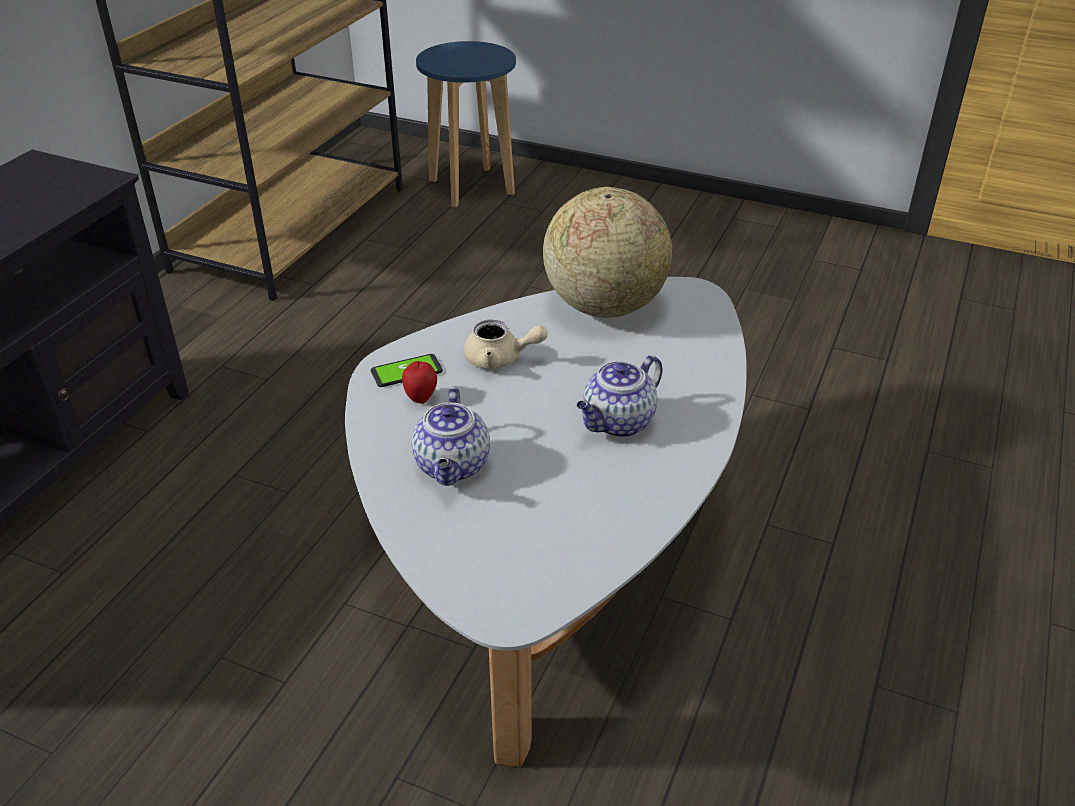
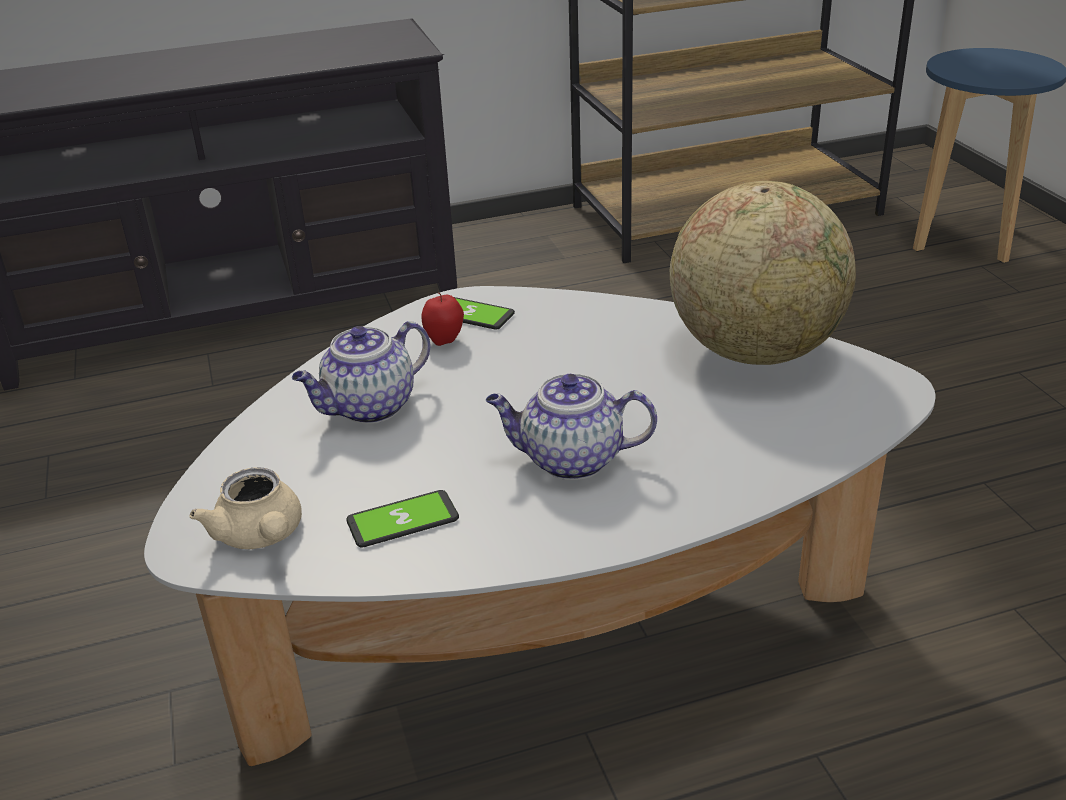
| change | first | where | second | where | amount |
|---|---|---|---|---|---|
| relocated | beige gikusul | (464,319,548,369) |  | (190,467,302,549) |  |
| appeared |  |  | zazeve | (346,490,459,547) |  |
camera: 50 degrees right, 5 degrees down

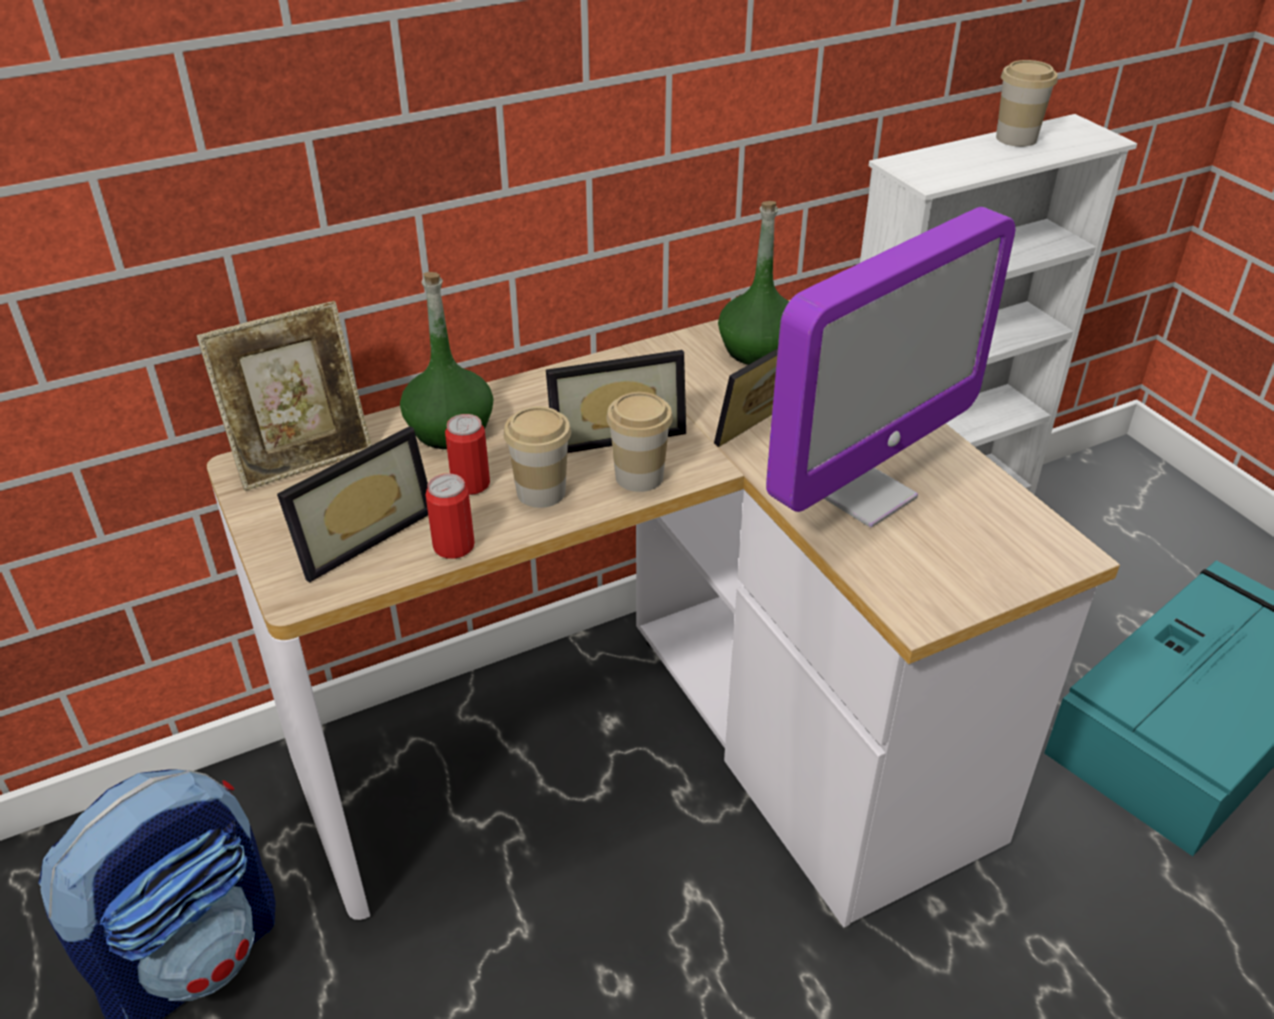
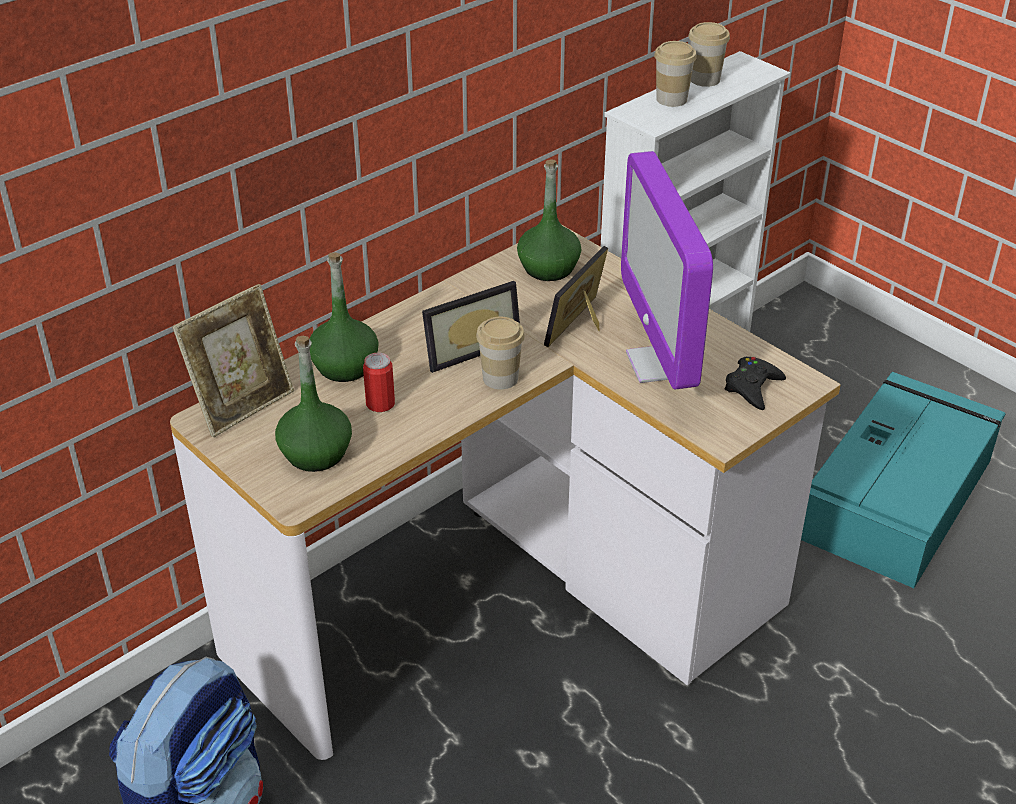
| change | first | where | second | where | amount |
|---|---|---|---|---|---|
| exchanged | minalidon | (277,426,428,582) | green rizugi | (275,336,352,472) |  |
| missing | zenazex | (426,473,475,559) |  |  |  |
| relocated | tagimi | (503,406,571,508) |  | (654,41,697,107) |  |
| spun | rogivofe | (766,207,1015,527) |  | (621,151,713,390) | 135 degrees clockwise |
| appeared |  |  | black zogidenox | (724,357,786,410) |  |
camera: 15 degrees left, 0 degrees up

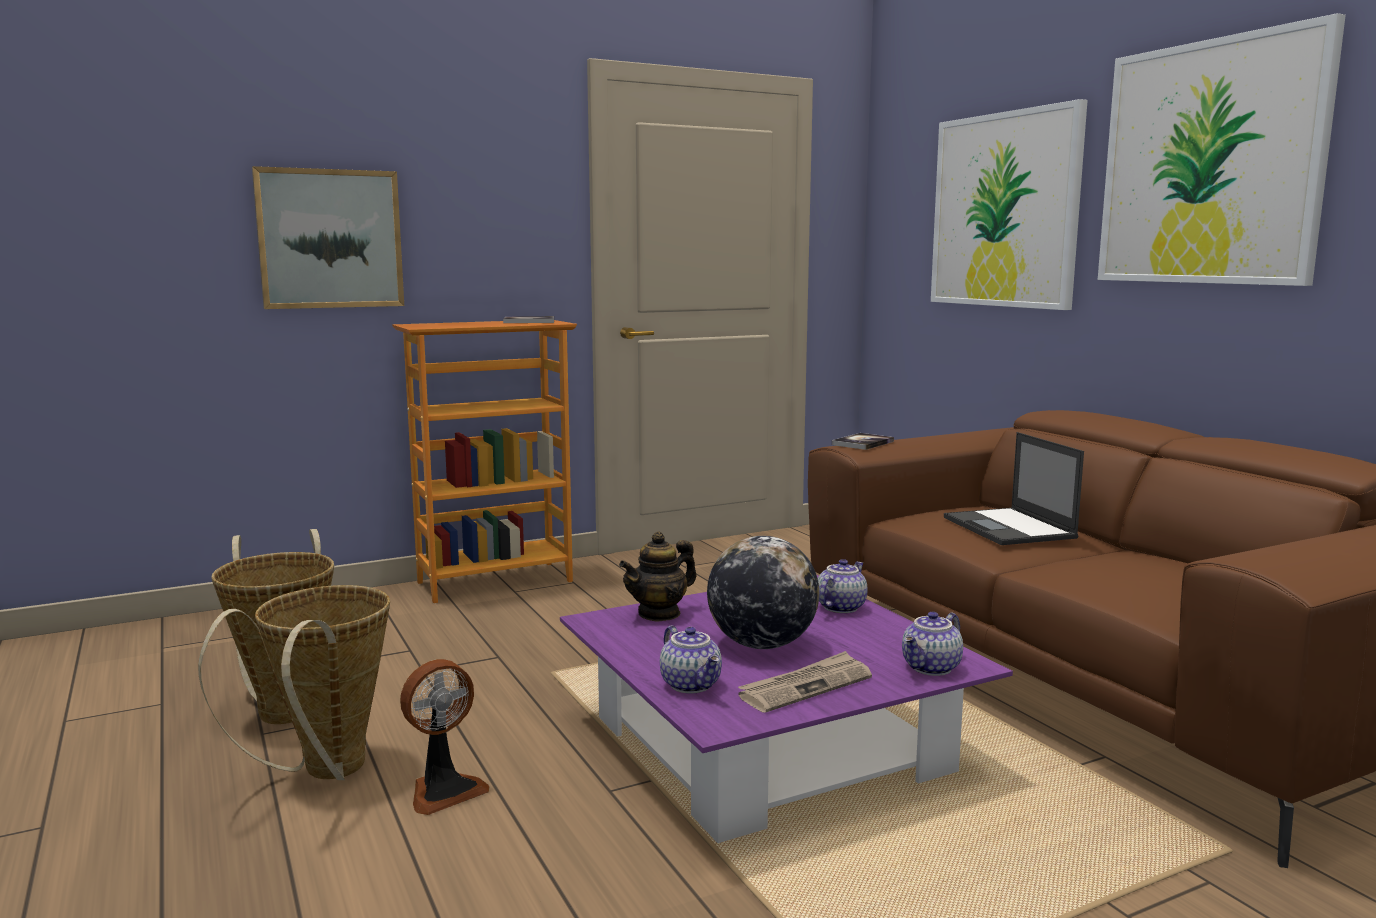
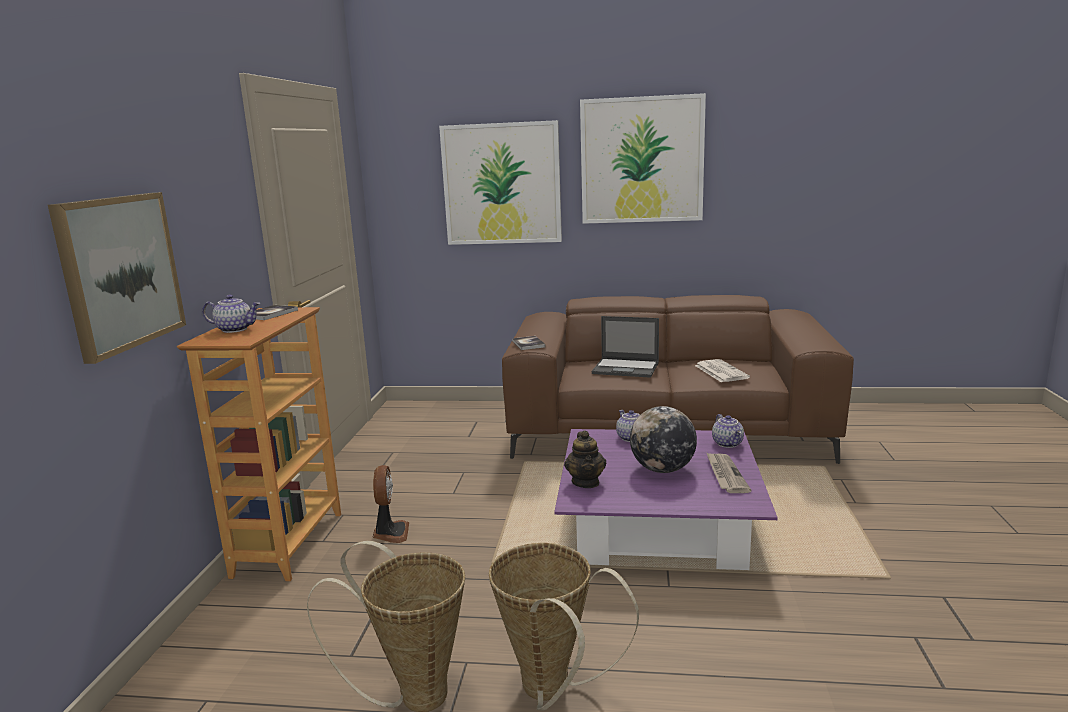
| change | first | where | second | where | amount |
|---|---|---|---|---|---|
| relocated | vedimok | (400,659,489,815) |  | (372,465,409,543) |  |
| relocated | gikusul | (660,625,722,694) |  | (202,295,260,333) |  |
| appeared |  |  | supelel | (695,359,750,382) |  |
camera: 55 degrees left, 5 degrees up

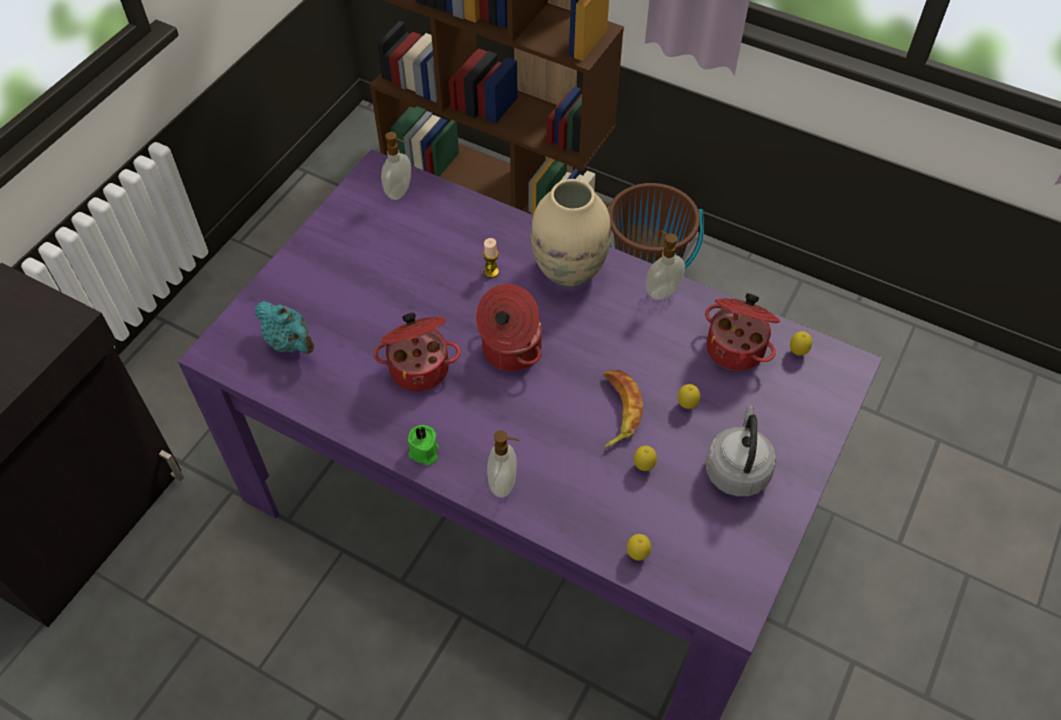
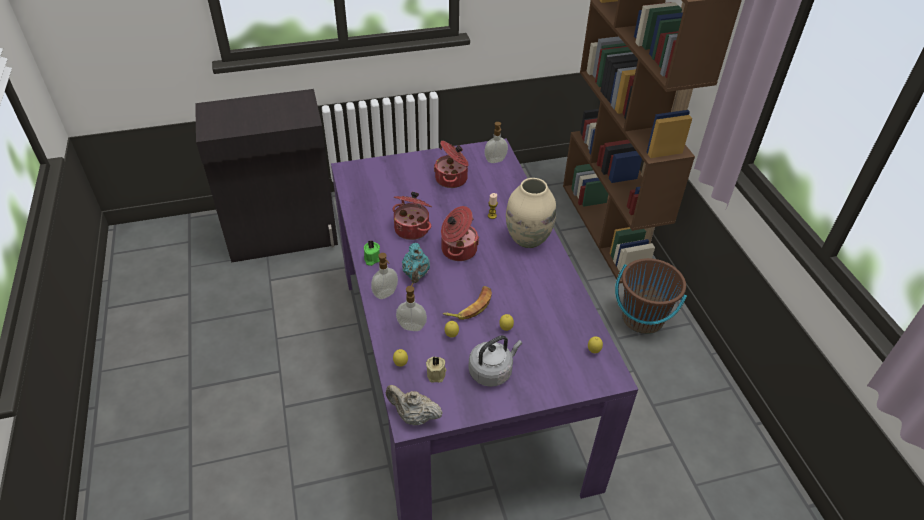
| change | first | where | second | where | amount |
|---|---|---|---|---|---|
| relocated | turquoise gikusul | (255,301,314,354) |  | (402,243,430,283) |  |
| relocated | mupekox | (646,230,685,300) |  | (396,283,427,331) |  |
| relocated | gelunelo | (705,293,780,371) |  | (434,141,469,188) |  |
| appeared |  |  | beige gikusul | (386,385,443,425) |  |
| appeared |  |  | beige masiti | (426,356,446,383) |  |
camera: 45 degrees right, 10 degrees down

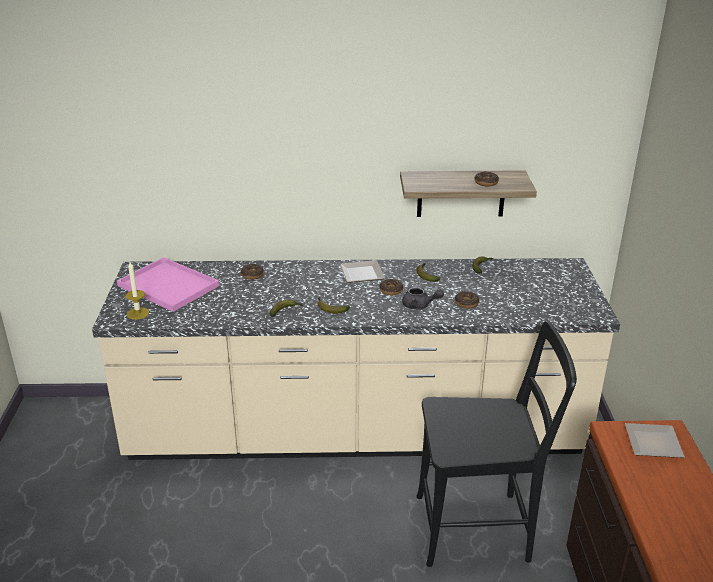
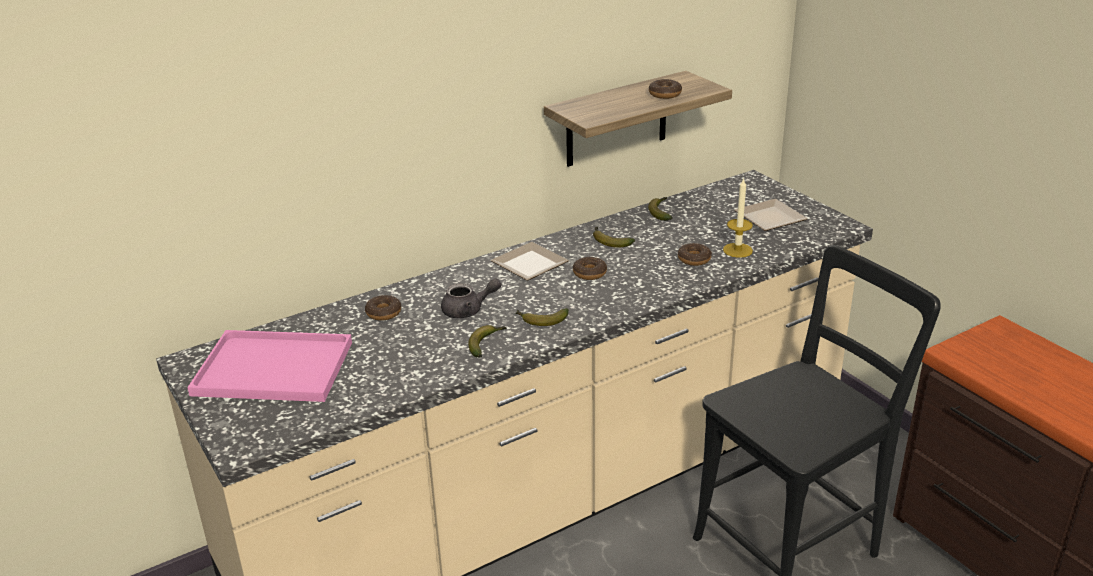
| change | first | where | second | where | amount |
|---|---|---|---|---|---|
| relocated | masiti | (125,262,149,320) |  | (723,178,753,258) |  |
| relocated | grey gikusul | (402,286,444,310) |  | (441,278,501,318) |  |
| relocated | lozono | (625,423,685,458) |  | (734,199,808,231) |  |
camera: 30 degrees left, 0 degrees up

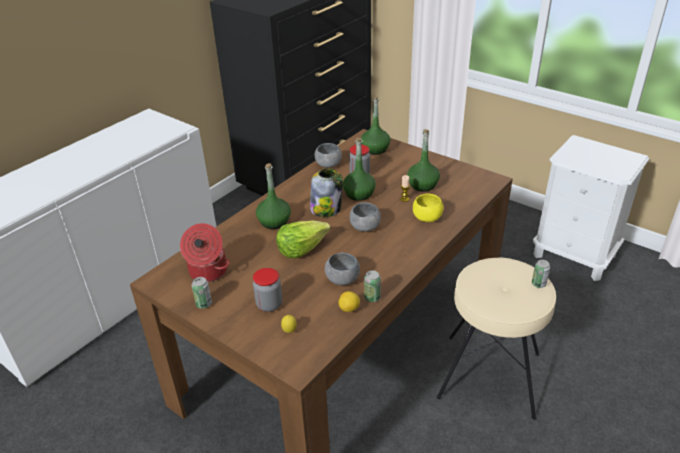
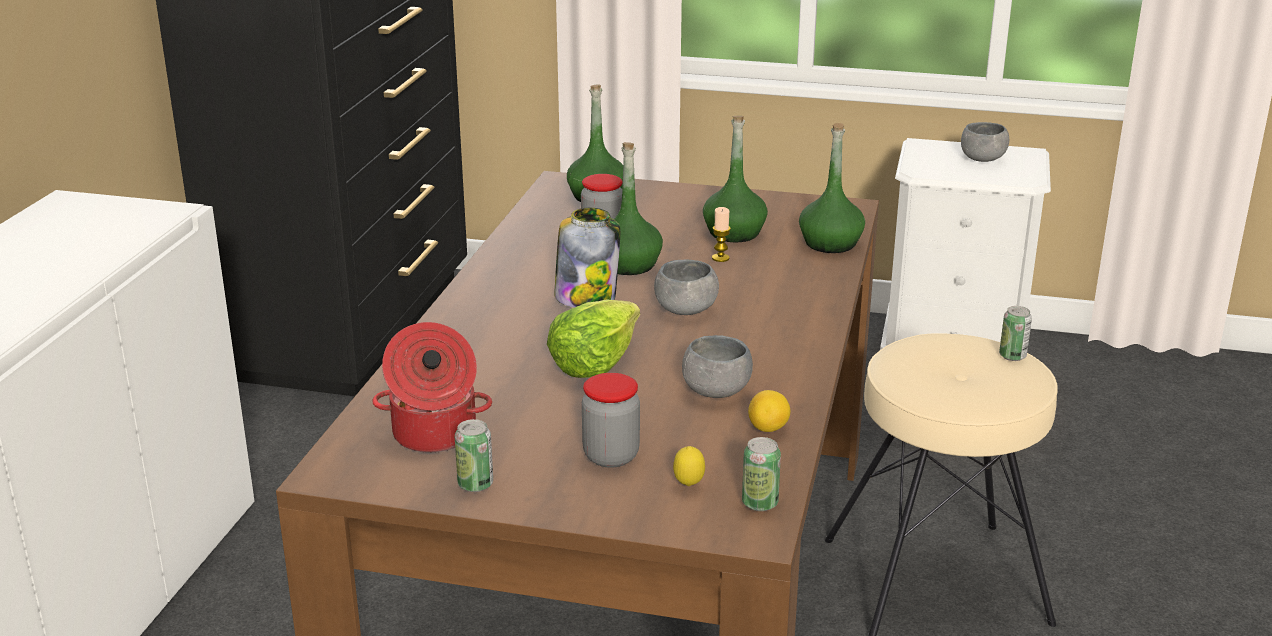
| change | first | where | second | where | amount |
|---|---|---|---|---|---|
| relocated | green rizugi | (256,163,291,229) |  | (799,123,865,253) |  |
| relocated | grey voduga | (315,143,342,168) |  | (961,122,1009,162) |  |
| relocated | zenazex | (364,270,381,302) |  | (742,437,781,511) |  |
| missing | yellow voduga | (413,193,444,222) |  |  |  |
camera: 25 degrees left, 10 degrees down

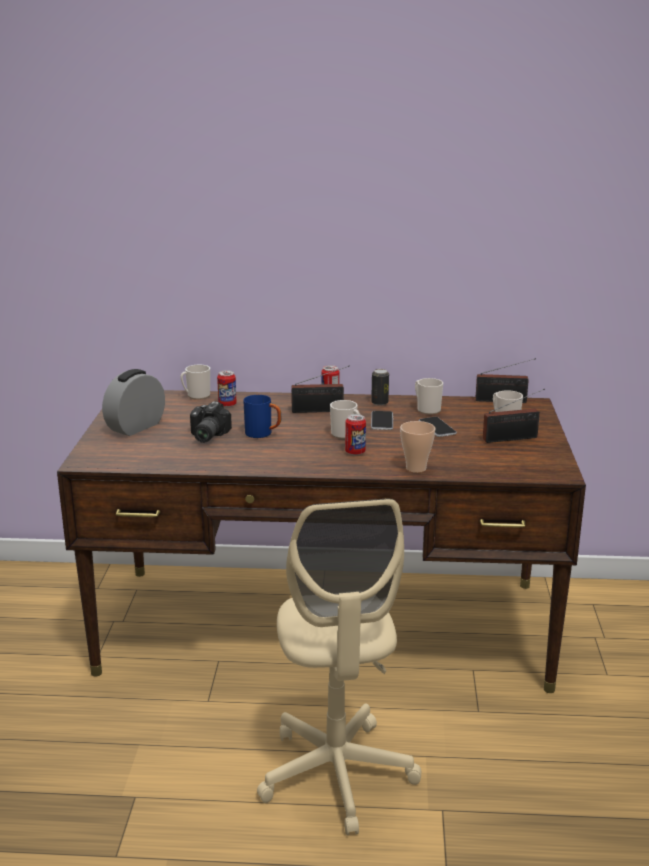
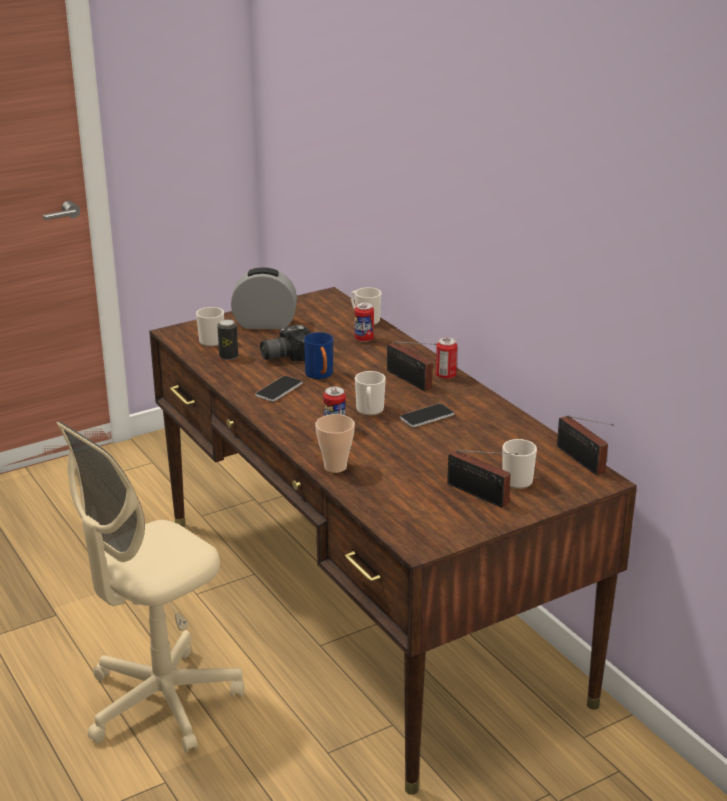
| change | first | where | second | where | amount |
|---|---|---|---|---|---|
| relocated | zenazex | (371,369,389,406) |  | (217,319,238,360) |  |
| relocated | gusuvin | (415,378,443,415) |  | (196,307,224,347) |  |
| relocated | zazeve | (419,417,457,437) |  | (255,376,303,402) |  |
camera: 55 degrees right, 5 degrees up

